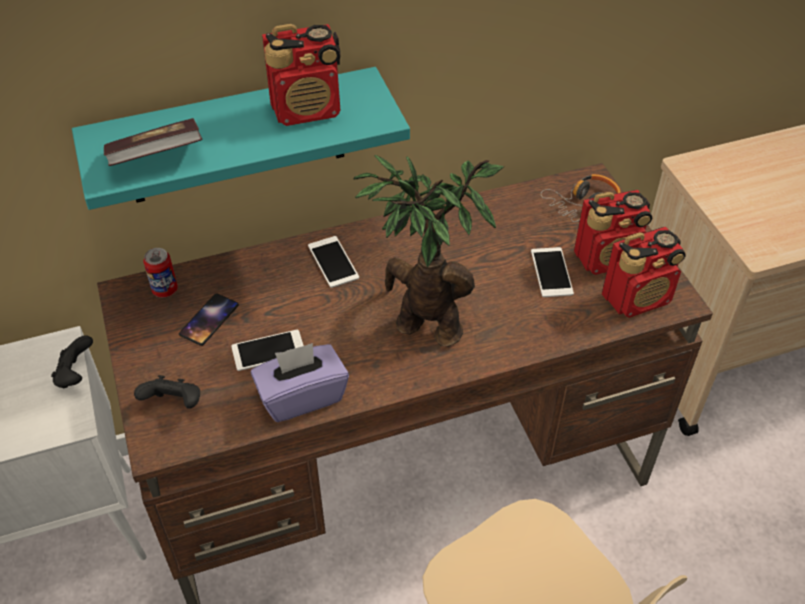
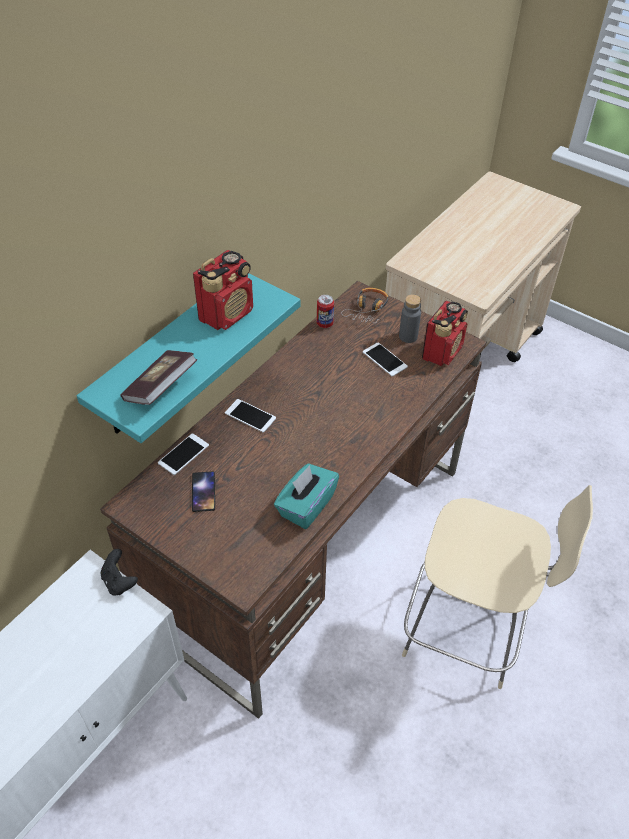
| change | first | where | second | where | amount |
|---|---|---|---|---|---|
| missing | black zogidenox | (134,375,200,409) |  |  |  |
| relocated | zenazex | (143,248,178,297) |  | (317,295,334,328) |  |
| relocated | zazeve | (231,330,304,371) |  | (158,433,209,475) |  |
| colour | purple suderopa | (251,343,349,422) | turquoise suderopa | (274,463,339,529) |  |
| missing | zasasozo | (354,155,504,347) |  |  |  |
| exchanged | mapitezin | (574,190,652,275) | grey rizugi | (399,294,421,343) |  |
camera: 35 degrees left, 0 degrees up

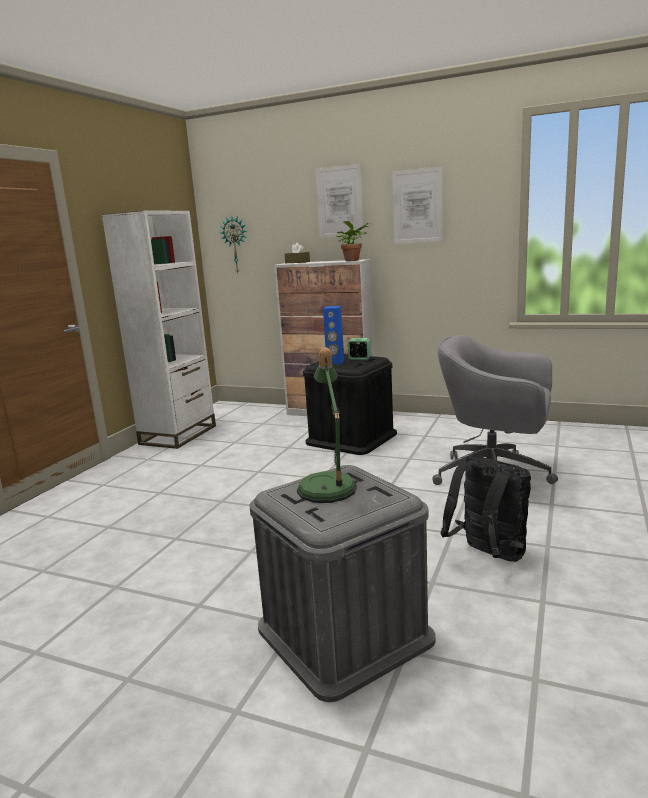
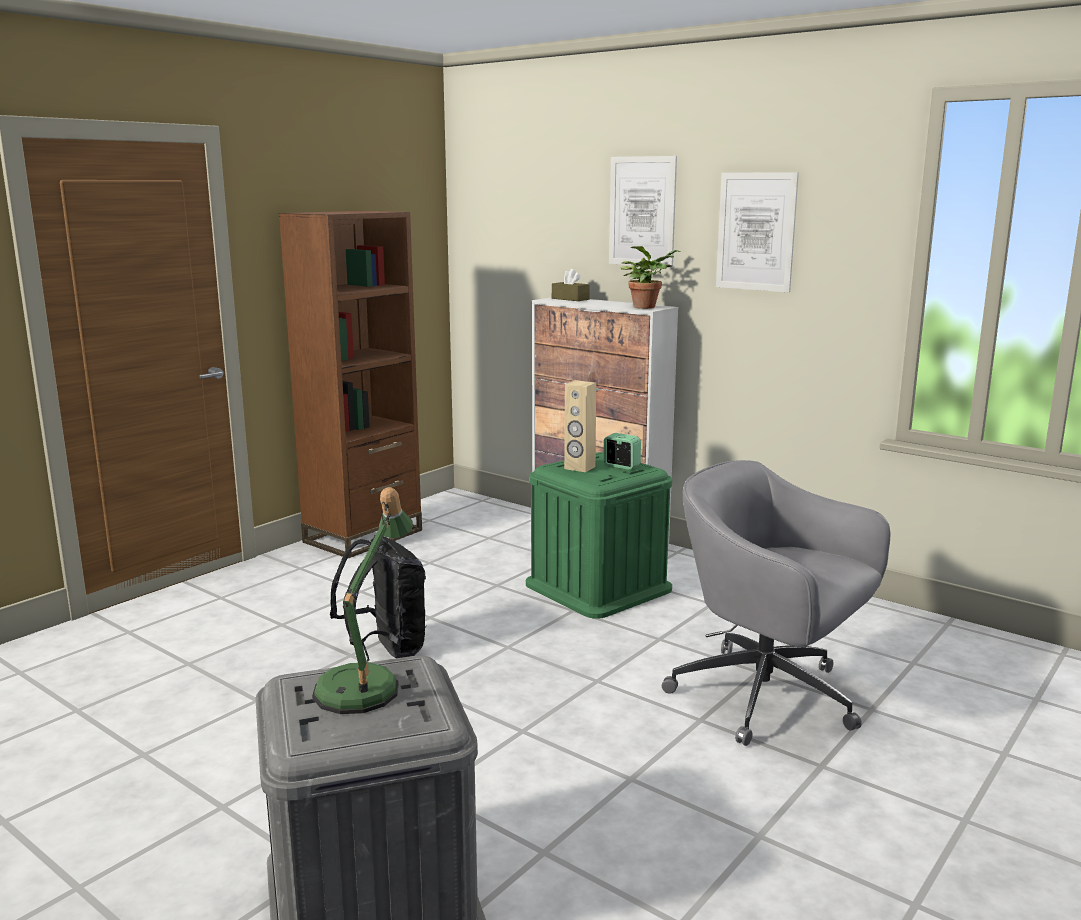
| change | first | where | second | where | amount |
|---|---|---|---|---|---|
| colour | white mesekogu | (102,211,216,449) | brown mesekogu | (279,211,422,559) |  |
| missing | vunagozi | (221,217,246,274) |  |  |  |
| colour | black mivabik | (303,354,397,455) | green mivabik | (526,452,672,619) |  |
| colour | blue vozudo | (323,306,344,364) | beige vozudo | (564,380,596,472) |  |
| relocated | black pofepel | (441,457,531,562) |  | (330,535,427,658) |  |
camera: 15 degrees right, 0 degrees up

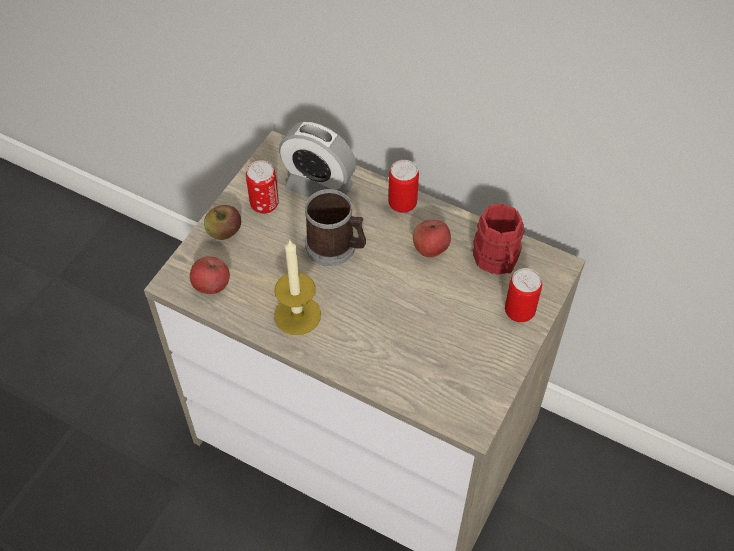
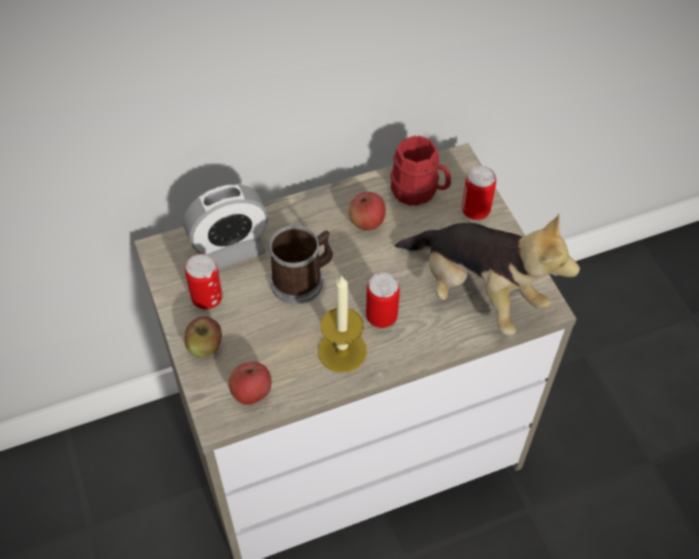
| change | first | where | second | where | amount |
|---|---|---|---|---|---|
| relocated | zenazex | (388,160,419,213) |  | (366,273,400,328) |  |
| appeared |  |  | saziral | (395,214,580,336) |  |
camera: 50 degrees left, 0 degrees up

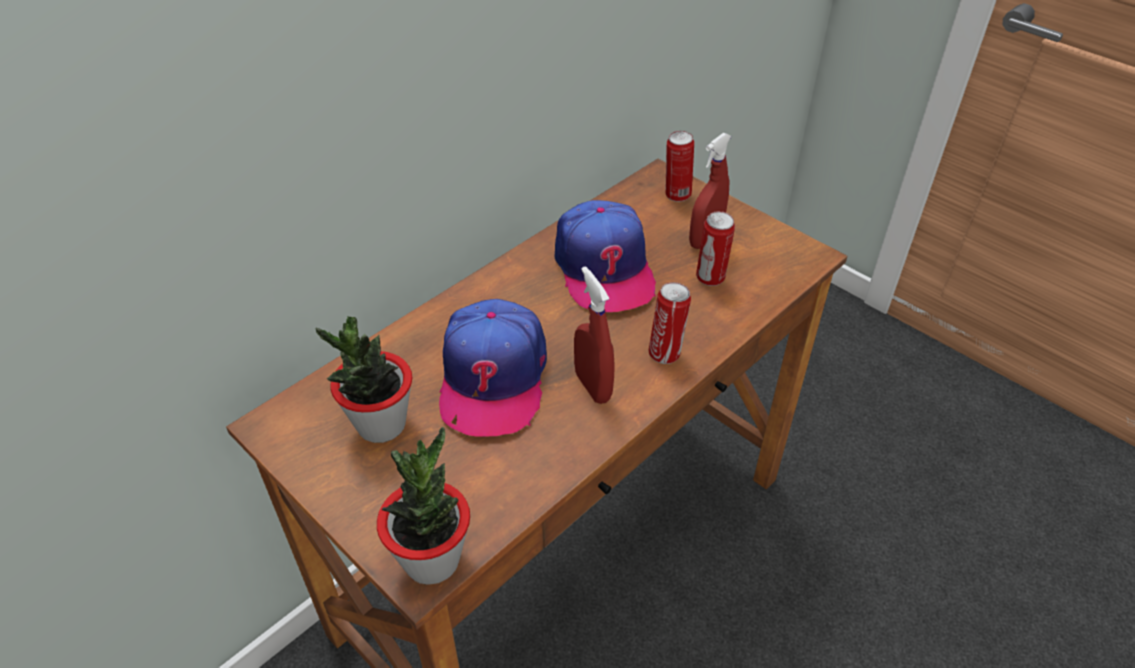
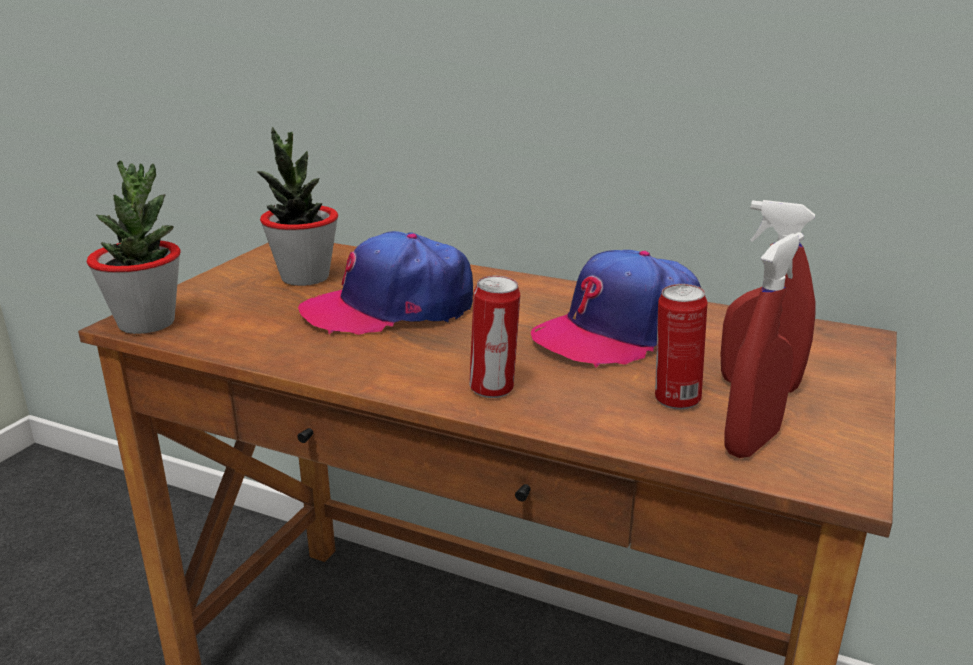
| change | first | where | second | where | amount |
|---|---|---|---|---|---|
| relocated | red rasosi | (574,266,615,404) |  | (724,232,804,458) |  |
| missing | zenazex | (665,131,694,202) |  |  |  |
camera: 70 degrees right, 20 degrees down

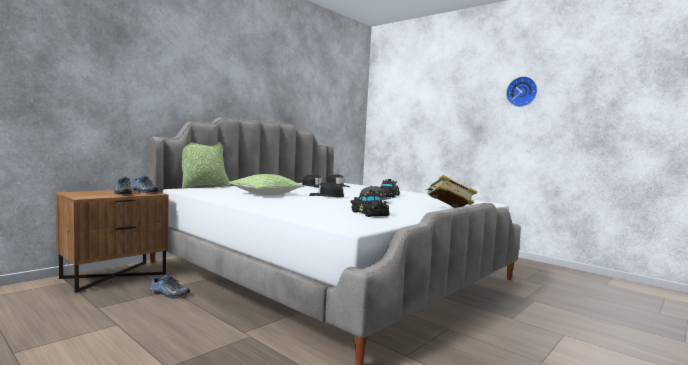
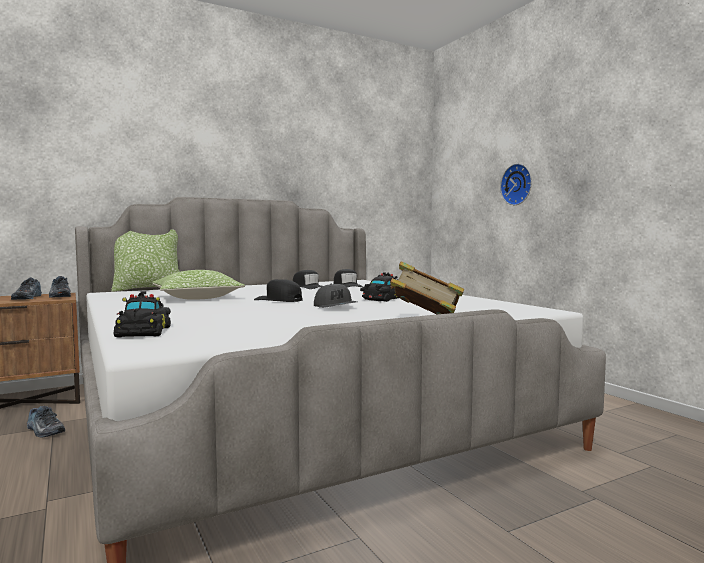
| change | first | where | second | where | amount |
|---|---|---|---|---|---|
| relocated | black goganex | (350,190,390,217) |  | (113,291,171,337) |  |
| relocated | vunagozi | (506,76,537,107) |  | (500,164,532,205) |  |
camera: 20 degrees right, 0 degrees up

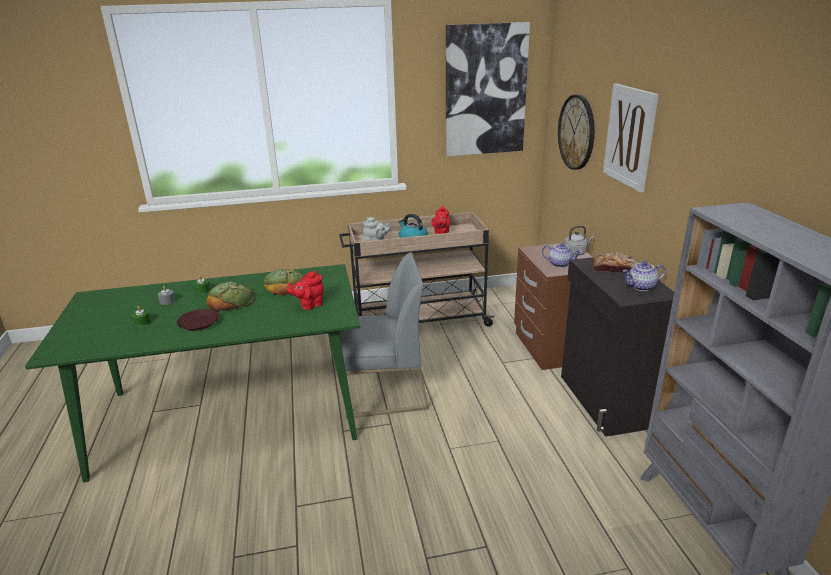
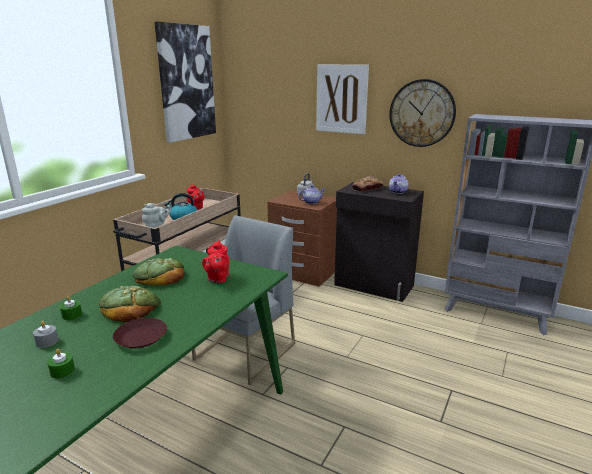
| change | first | where | second | where | amount |
|---|---|---|---|---|---|
| relocated | vunagozi | (558,94,595,170) |  | (389,79,456,147) |  |
camera: 50 degrees left, 5 degrees down

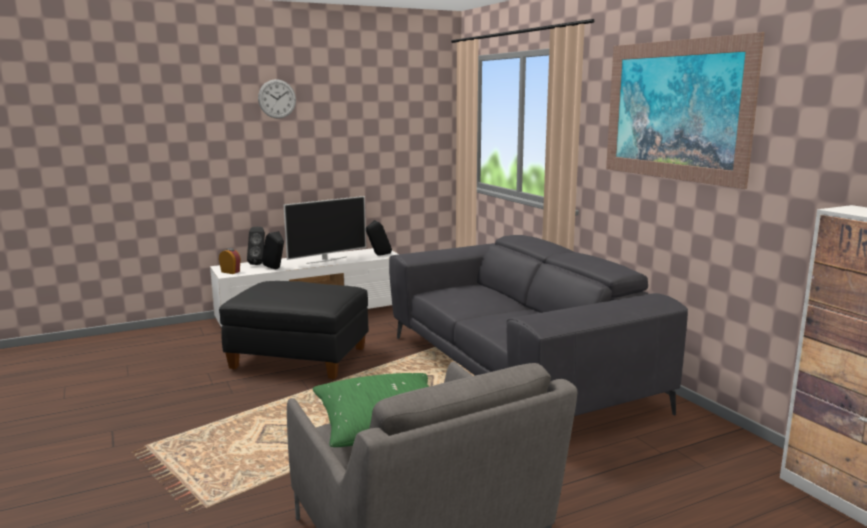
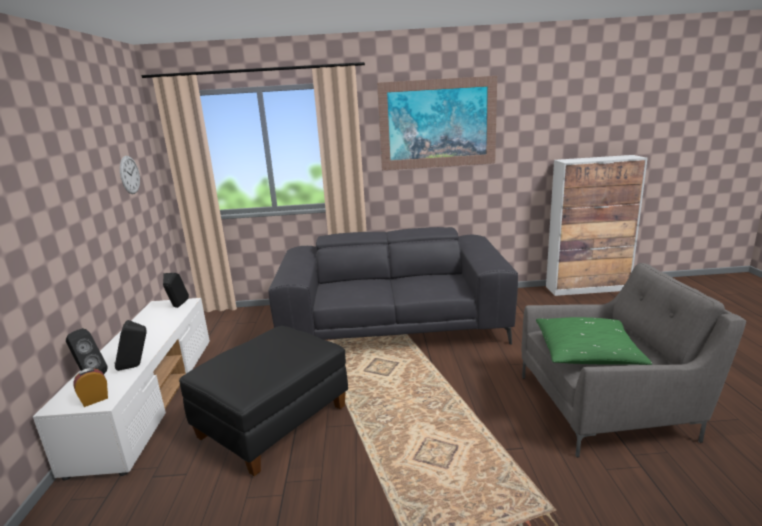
| change | first | where | second | where | amount |
|---|---|---|---|---|---|
| relocated | vunagozi | (258,79,296,119) |  | (120,156,140,194) |  |
| missing | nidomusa | (284,196,366,264) |  |  |  |
camera: 65 degrees left, 5 degrees up

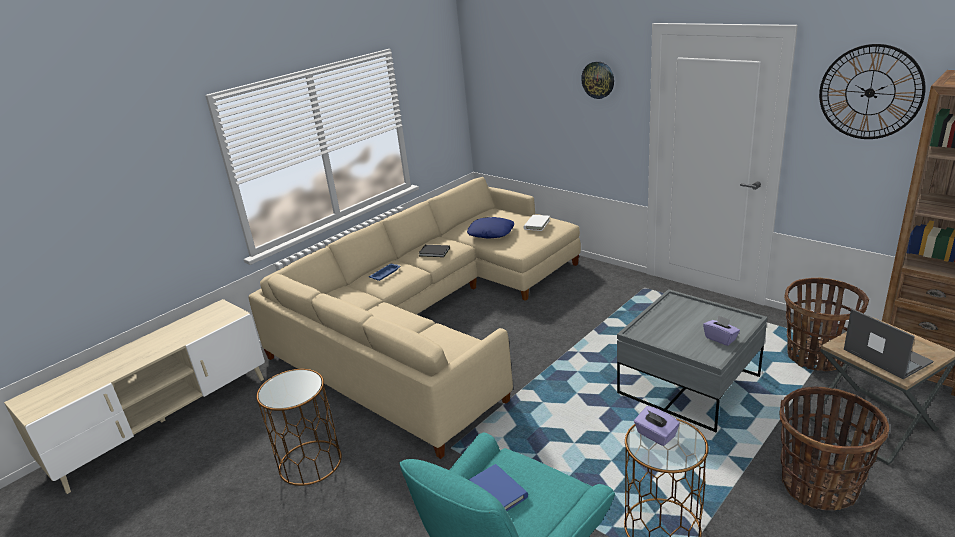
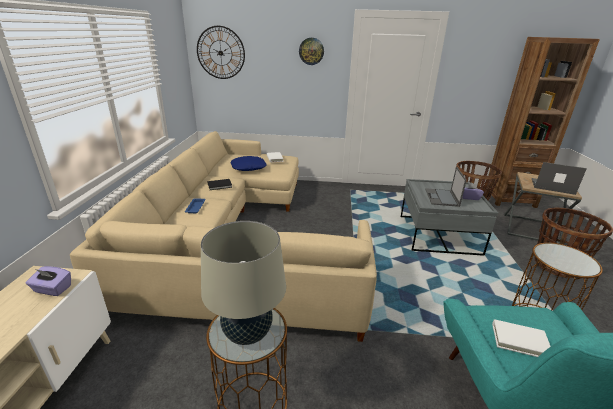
| change | first | where | second | where | amount |
|---|---|---|---|---|---|
| colour | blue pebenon | (469,464,528,511) | white pebenon | (492,319,551,357) |  |
| relocated | purple suderopa | (634,406,680,446) |  | (26,266,71,296) |  |
| relocated | vunagozi | (819,44,926,139) |  | (197,26,245,79) |  |
| appeared |  |  | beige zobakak | (201,221,286,345) |  |
| appeared |  |  | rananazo | (425,167,467,207) |  |
camera: 40 degrees left, 0 degrees up

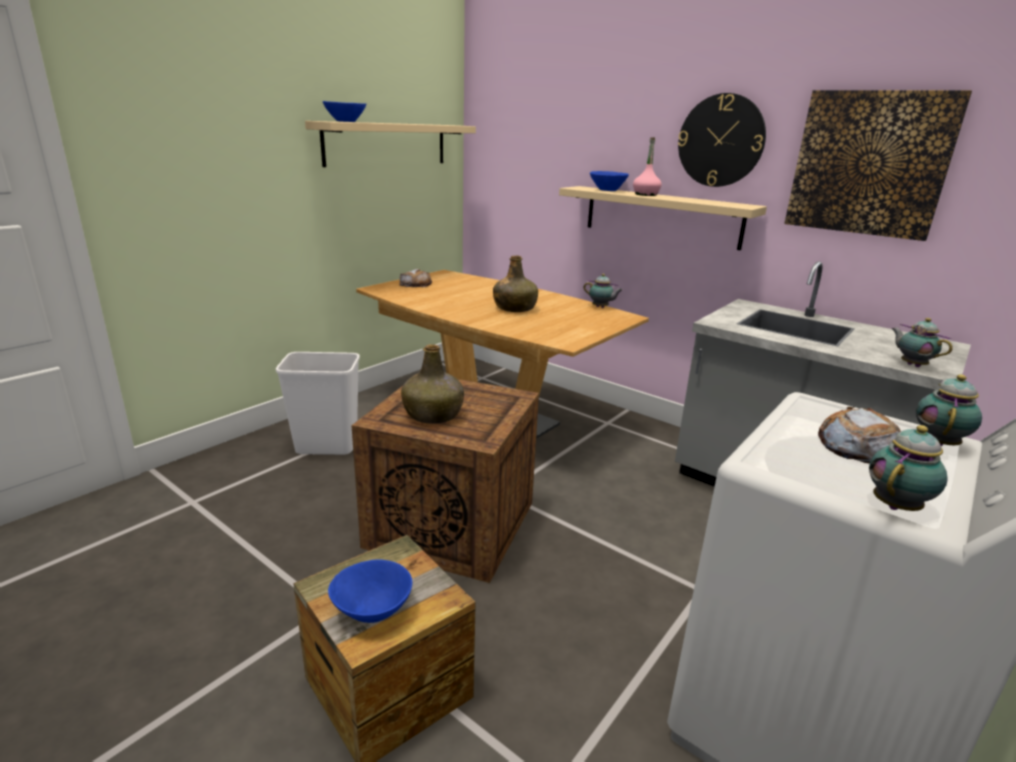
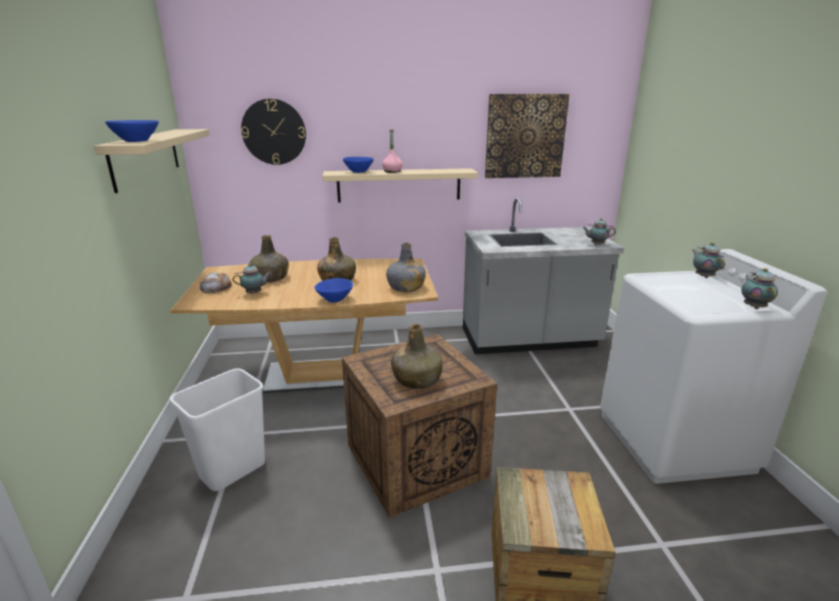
| change | first | where | second | where | amount |
|---|---|---|---|---|---|
| relocated | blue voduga | (328,559,412,623) |  | (314,278,353,302) |  |
| relocated | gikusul | (583,274,623,308) |  | (232,264,272,294) |  |
| relocated | vunagozi | (678,93,766,187) |  | (241,99,306,165) |  |
| missing | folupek | (818,407,901,464) |  |  |  |
| appeared |  |  | green rizugi | (249,235,289,282) |  |
| appeared |  |  | grey rizugi | (386,243,426,292) |  |
camera: 45 degrees left, 0 degrees up

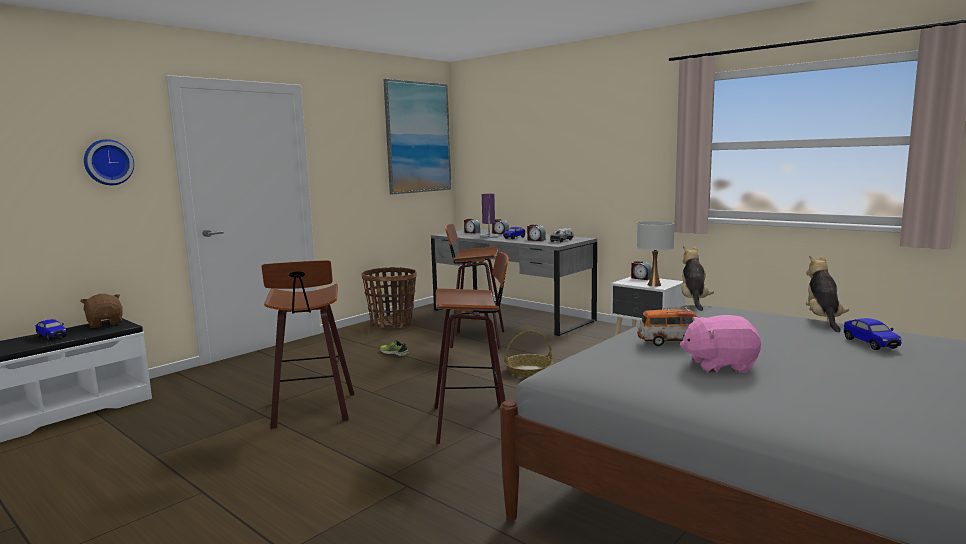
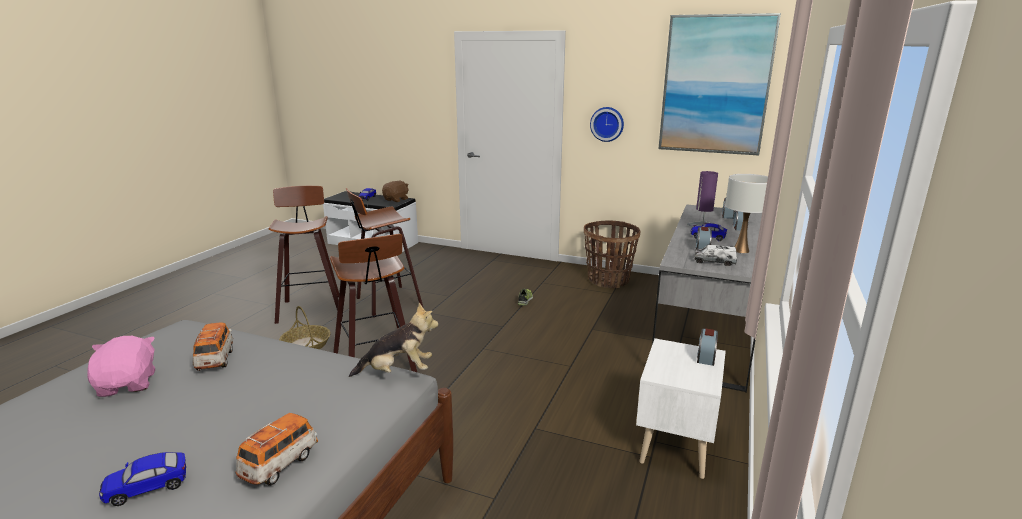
| change | first | where | second | where | amount |
|---|---|---|---|---|---|
| relocated | vunagozi | (84,139,134,185) |  | (590,107,624,142) |  |
| relocated | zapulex | (445,223,504,349) |  | (269,186,343,324) |  |
| relocated | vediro | (504,330,553,377) |  | (279,306,331,349) |  |
| relocated | white zobakak | (637,221,675,287) |  | (725,174,768,253) |  |
| exchanged | saziral | (806,255,849,332) | goganex | (235,413,318,485) |  |
camera: 70 degrees right, 10 degrees up

